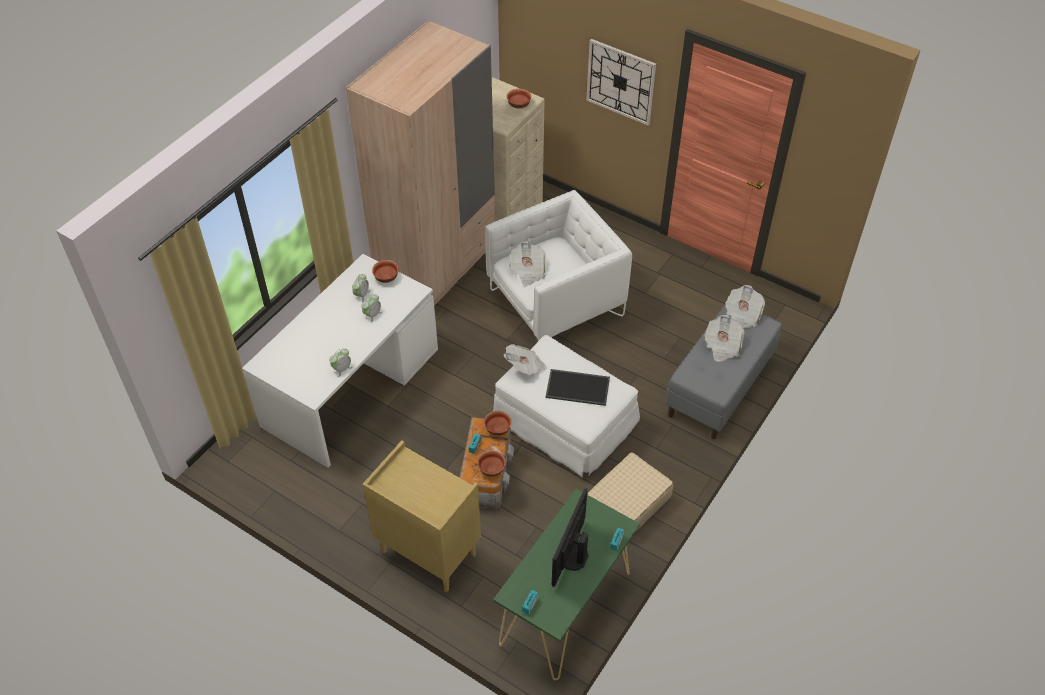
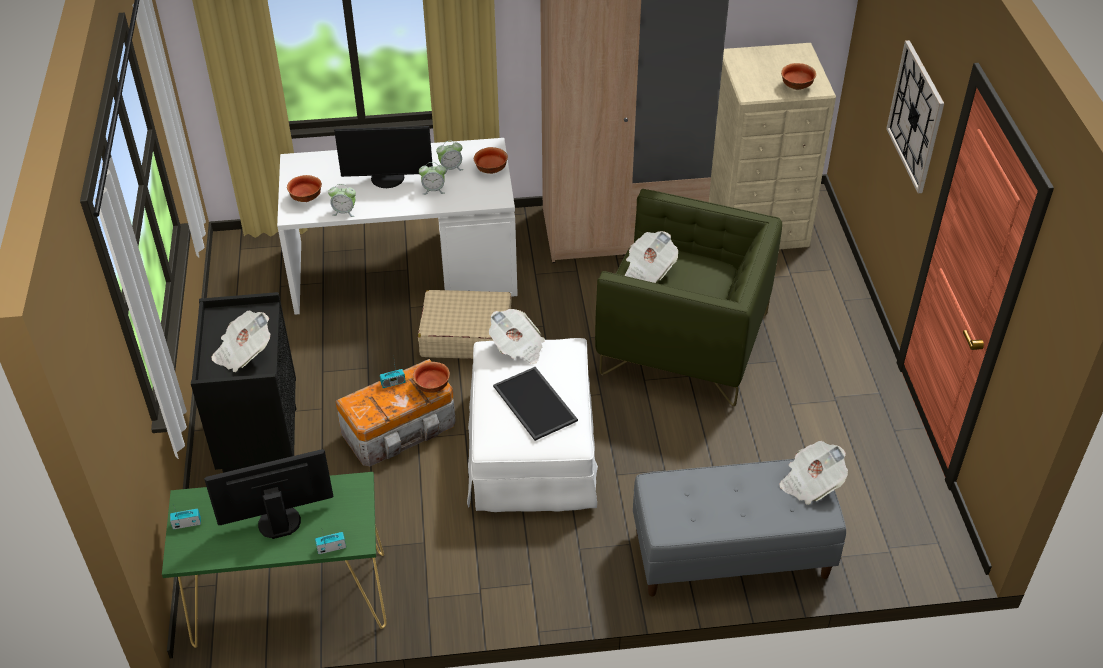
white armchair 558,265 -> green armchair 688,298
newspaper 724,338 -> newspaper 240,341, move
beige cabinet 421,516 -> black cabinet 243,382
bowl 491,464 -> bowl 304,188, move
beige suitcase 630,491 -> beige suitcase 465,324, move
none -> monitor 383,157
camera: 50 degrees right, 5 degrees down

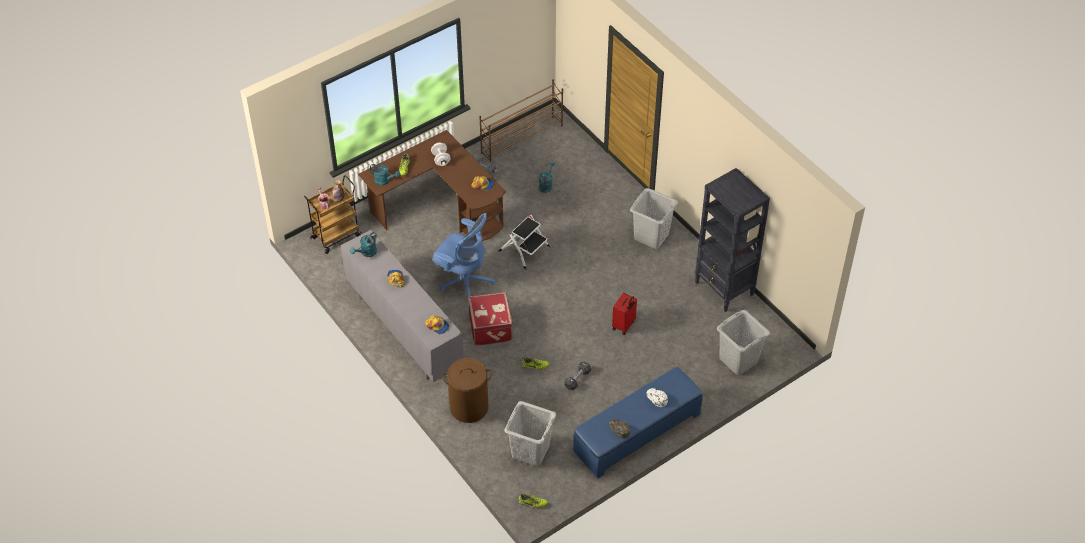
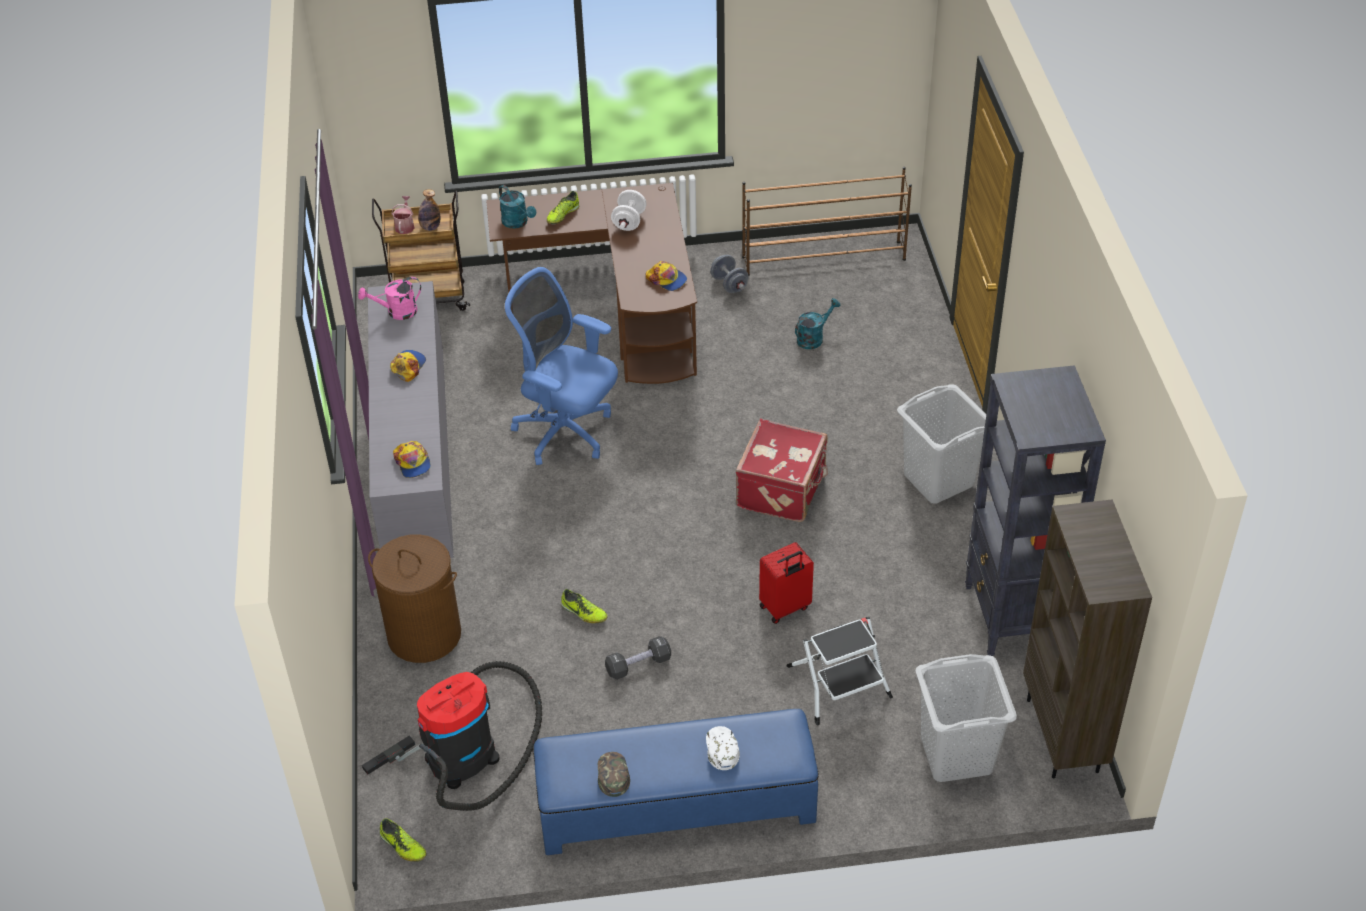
blue office chair 464,257 -> blue office chair 561,366, 150 degrees clockwise
step ladder 524,242 -> step ladder 839,671, move
turquoise watering can 363,244 -> pink watering can 389,298
red suitcase 490,319 -> red suitcase 782,470, move
grey laundry basket 530,433 -> vacuum cleaner 452,736
none -> brown bookcase 1087,638
camera: 30 degrees right, 5 degrees down

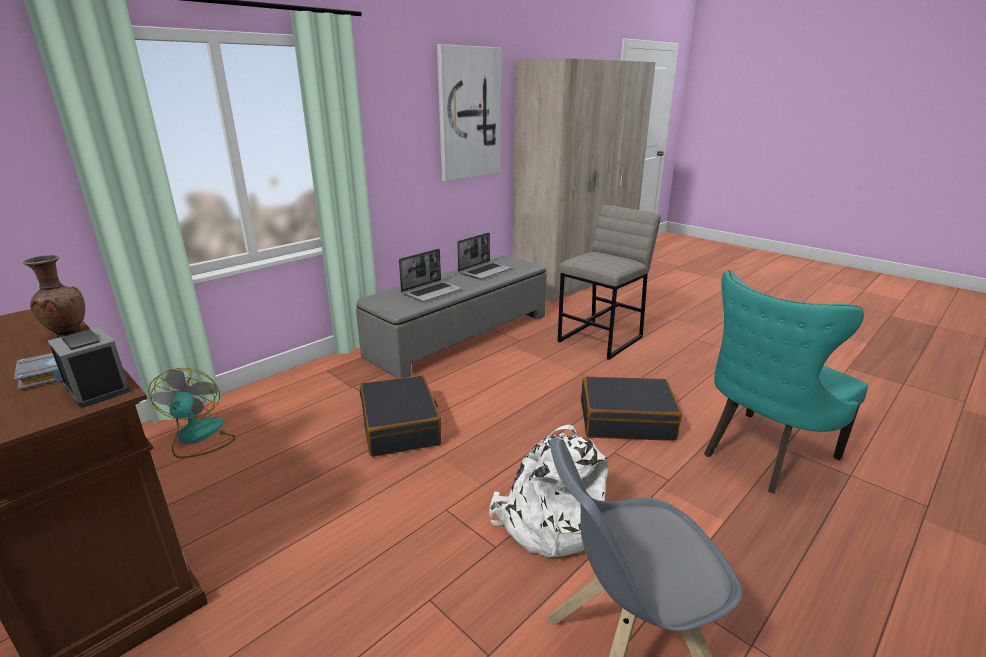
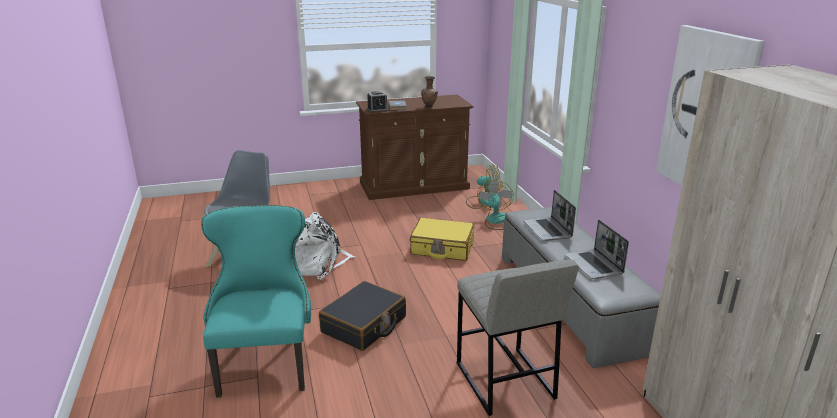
black suitcase 401,416 -> yellow suitcase 442,239
none -> fan 495,205
camera: 120 degrees right, 0 degrees up

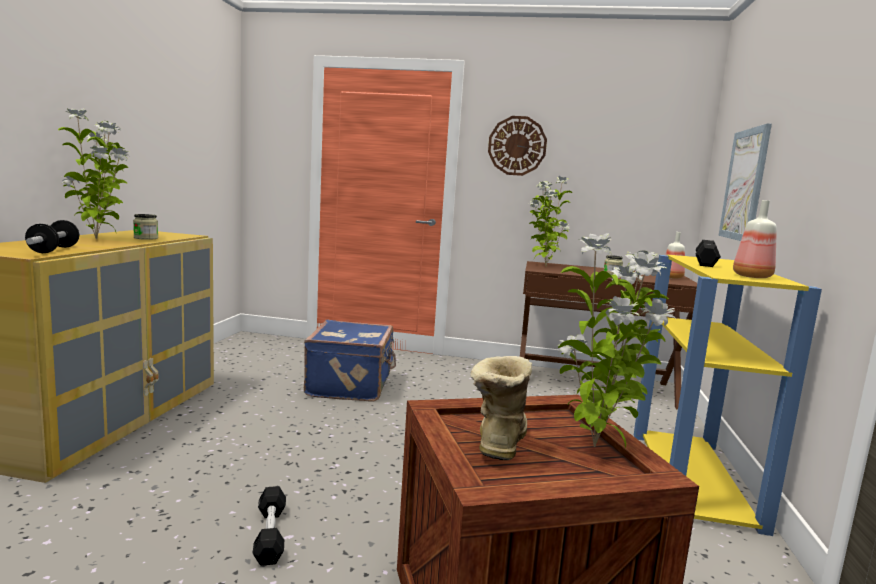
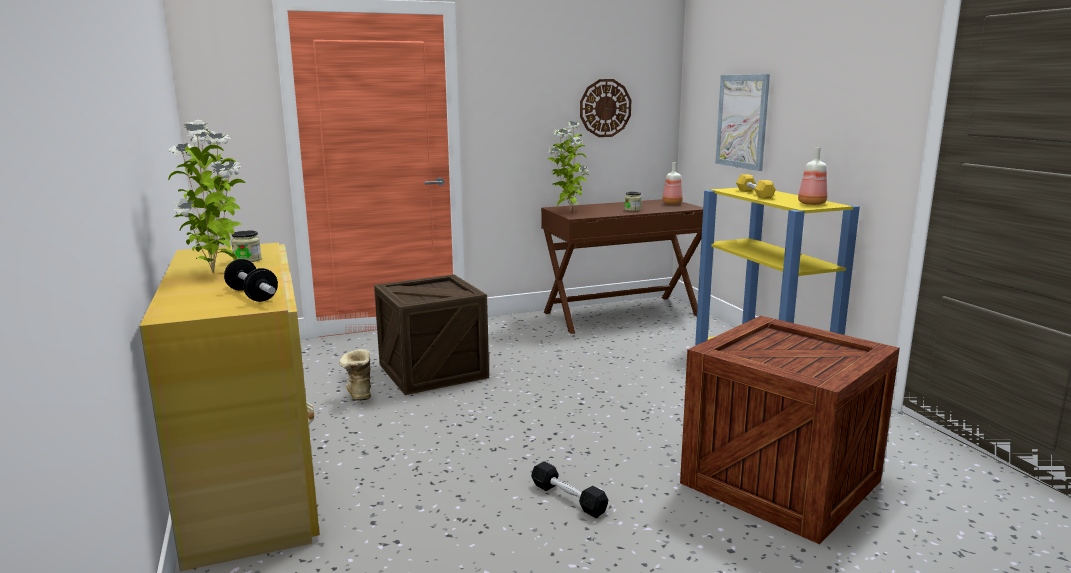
wall clock 517,146 -> wall clock 605,108, move
potted plant 617,340 -> none
black dumbbell 708,253 -> yellow dumbbell 756,186
blue suitcase 350,361 -> crate 431,334
boot 501,408 -> boot 355,374, move
camera: 30 degrees left, 5 degrees up

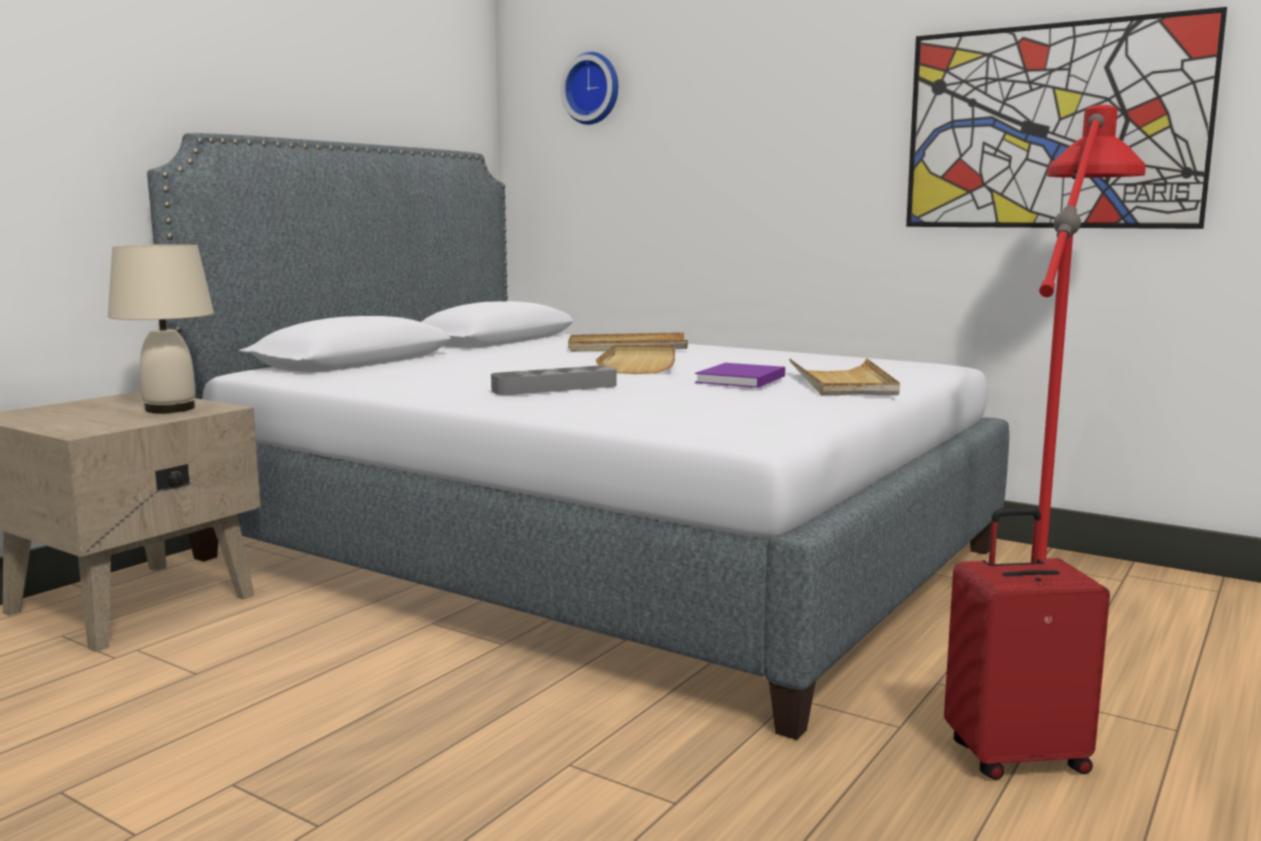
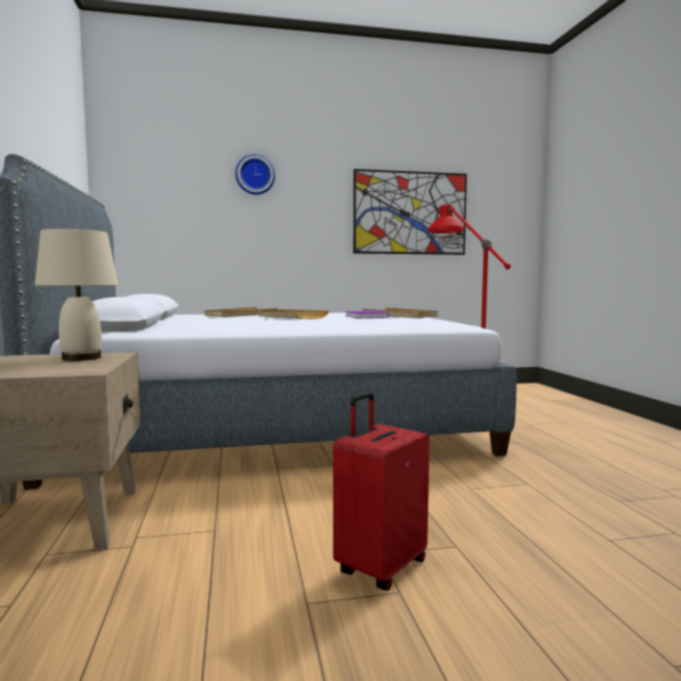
wall clock 589,88 -> wall clock 255,174, move
grey tray 554,380 -> none
red suitcase 1027,643 -> red suitcase 381,491, move
camera: 45 degrees left, 5 degrees down

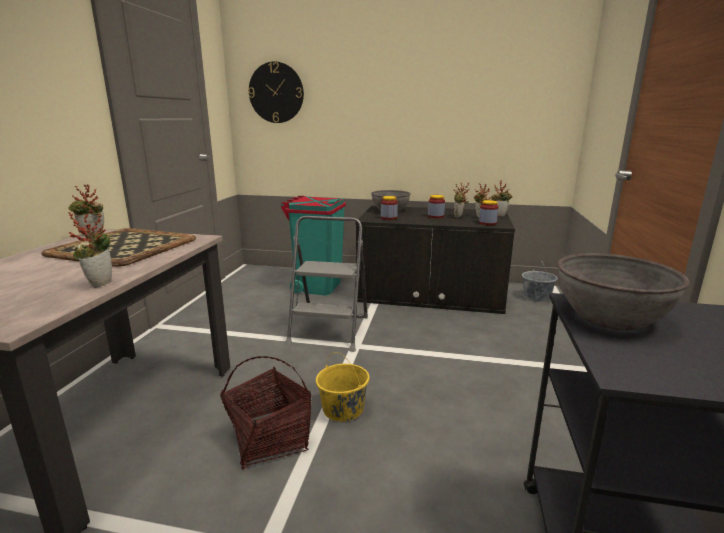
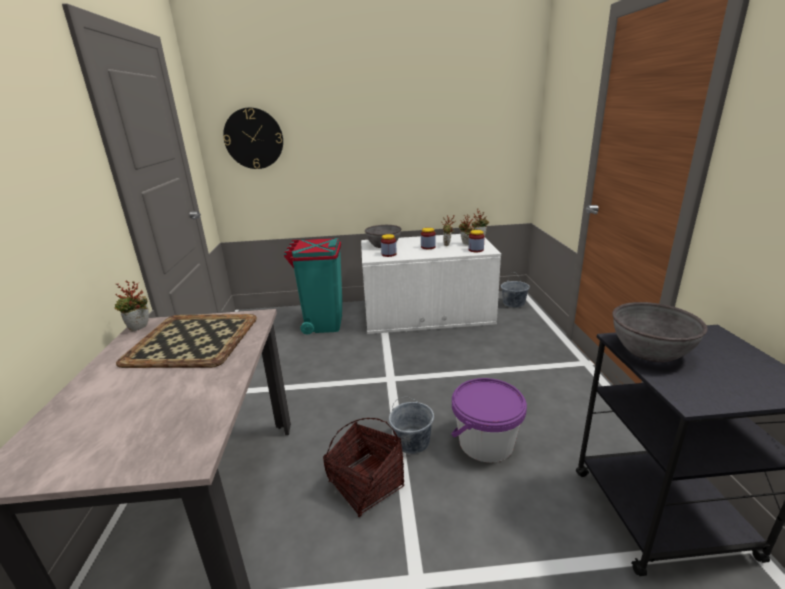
black cabinet 435,260 -> white cabinet 431,284
potted plant 90,250 -> none
grey step ladder 326,284 -> none
yellow bucket 342,387 -> grey bucket 411,425
none -> purple bucket 489,420
camera: 15 degrees left, 5 degrees up

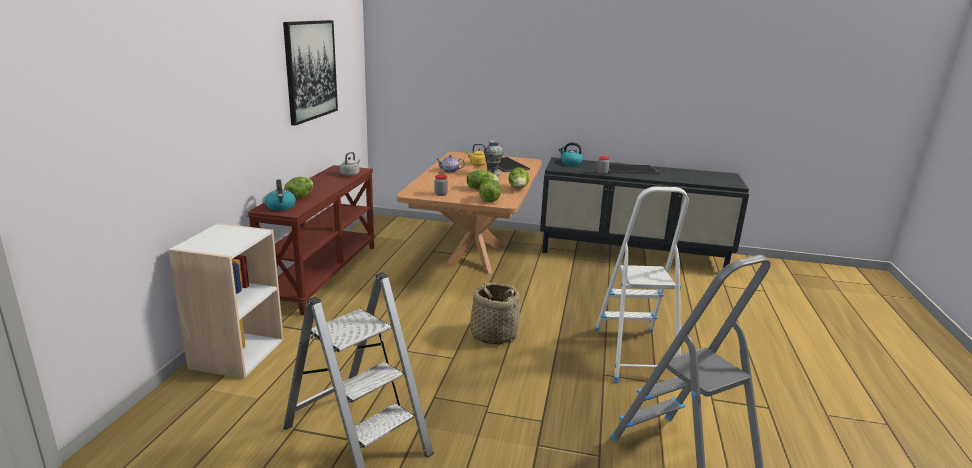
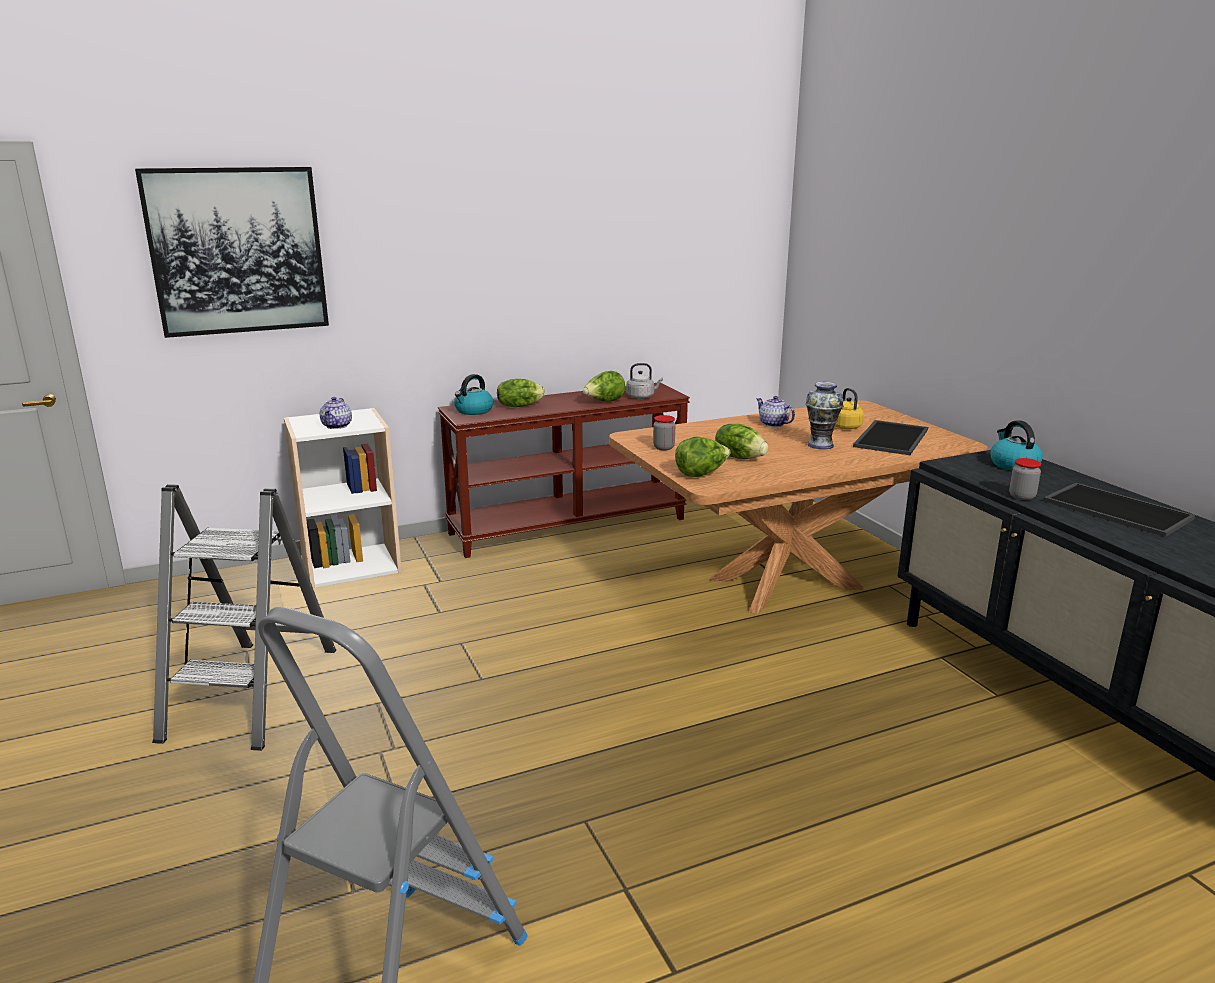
picture 310,73 -> picture 232,252, move
lettuce 518,178 -> lettuce 604,386, move
white step ladder 642,284 -> none
basket 495,313 -> none
none -> teapot 336,413
camera: 55 degrees right, 0 degrees up

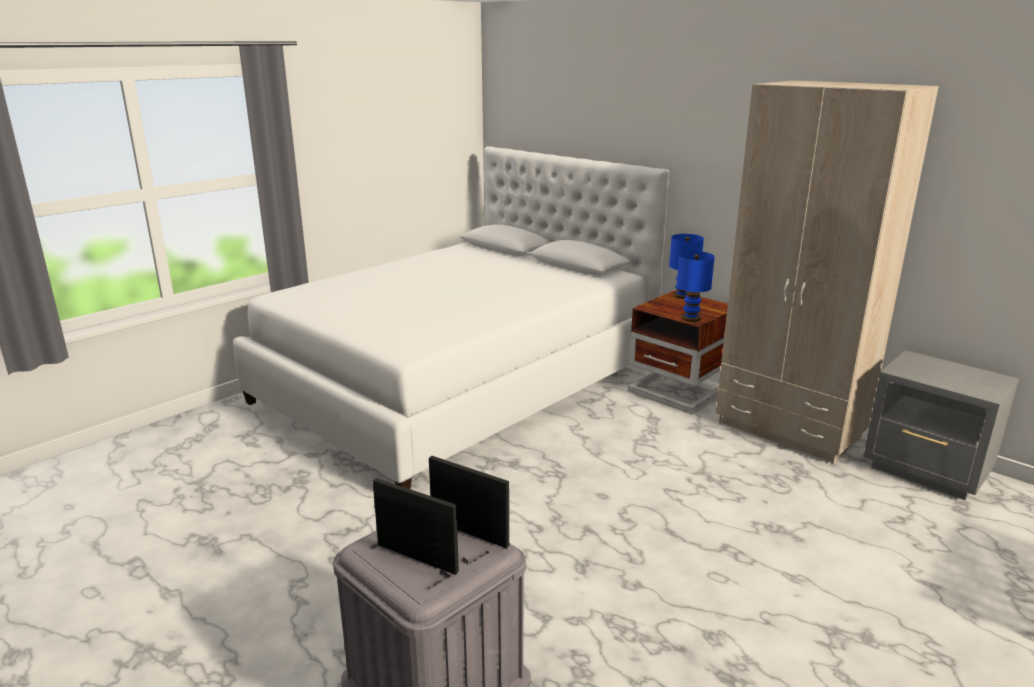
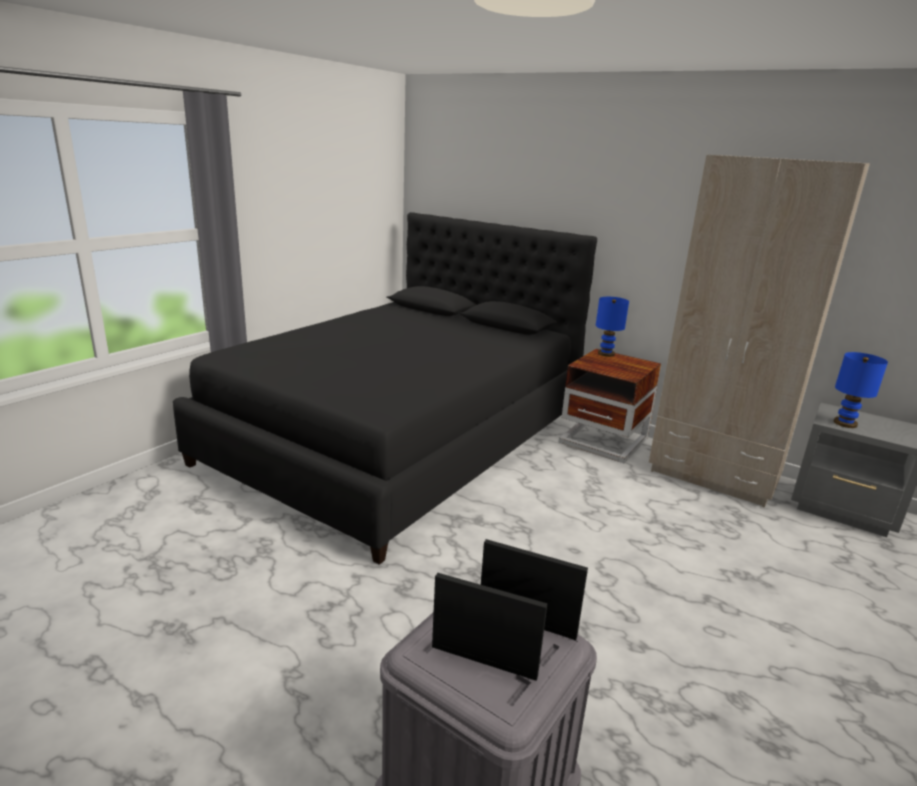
white bed 451,317 -> black bed 385,388
blue table lamp 696,286 -> blue table lamp 861,390, move
camera: 10 degrees left, 0 degrees up

